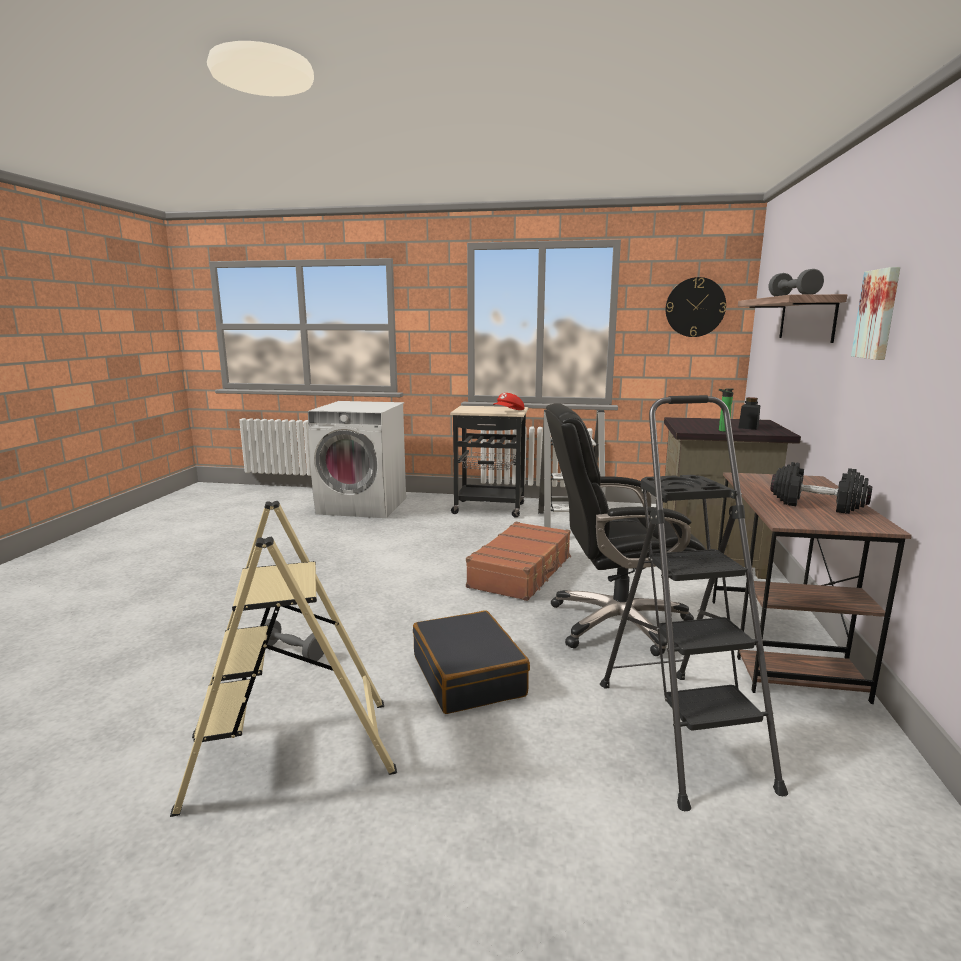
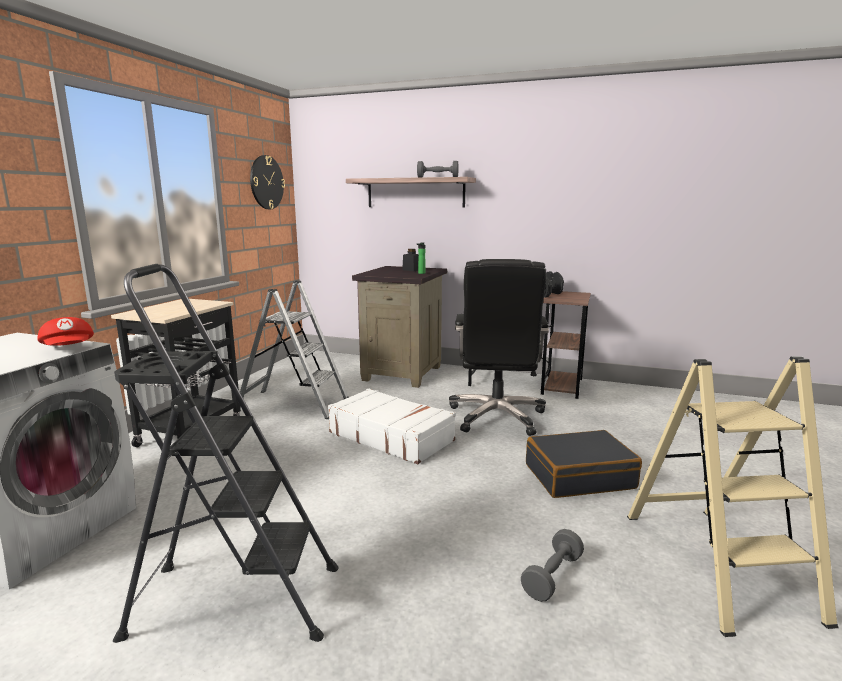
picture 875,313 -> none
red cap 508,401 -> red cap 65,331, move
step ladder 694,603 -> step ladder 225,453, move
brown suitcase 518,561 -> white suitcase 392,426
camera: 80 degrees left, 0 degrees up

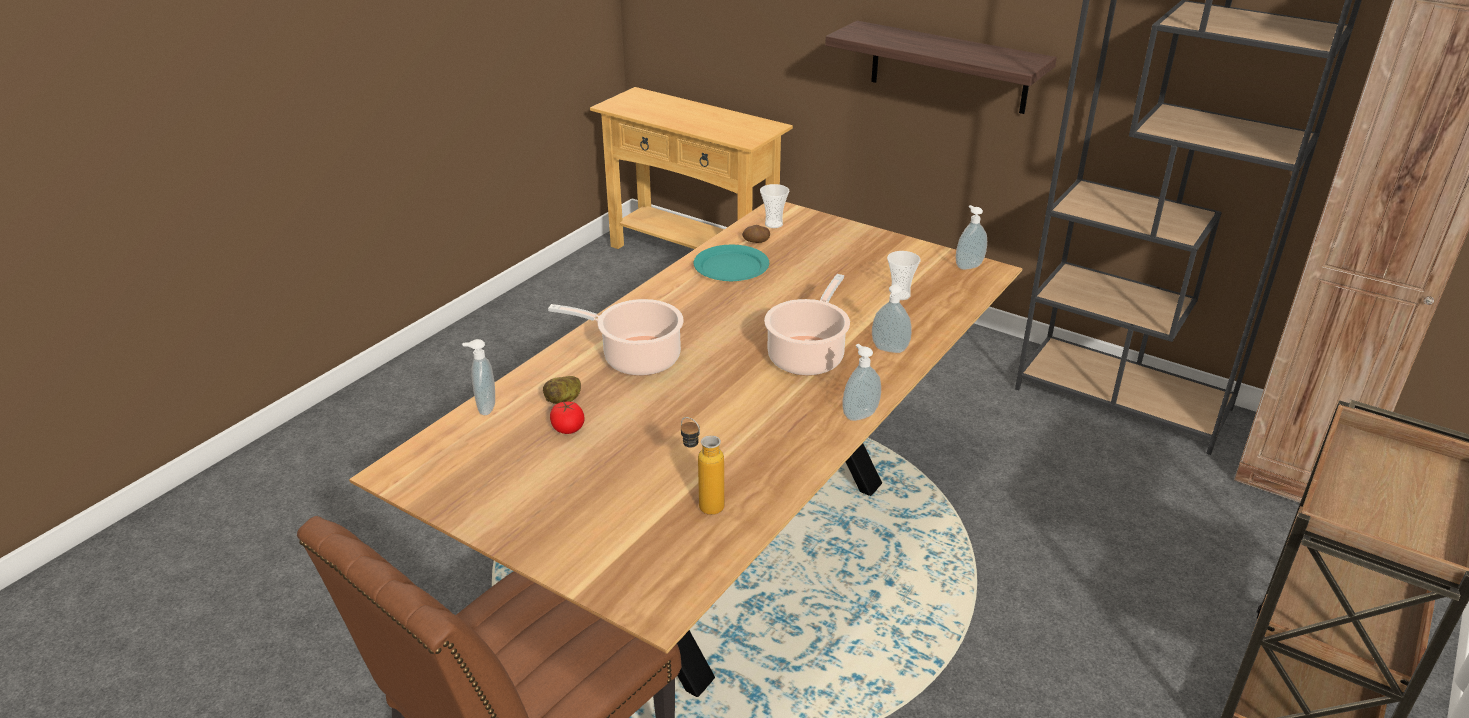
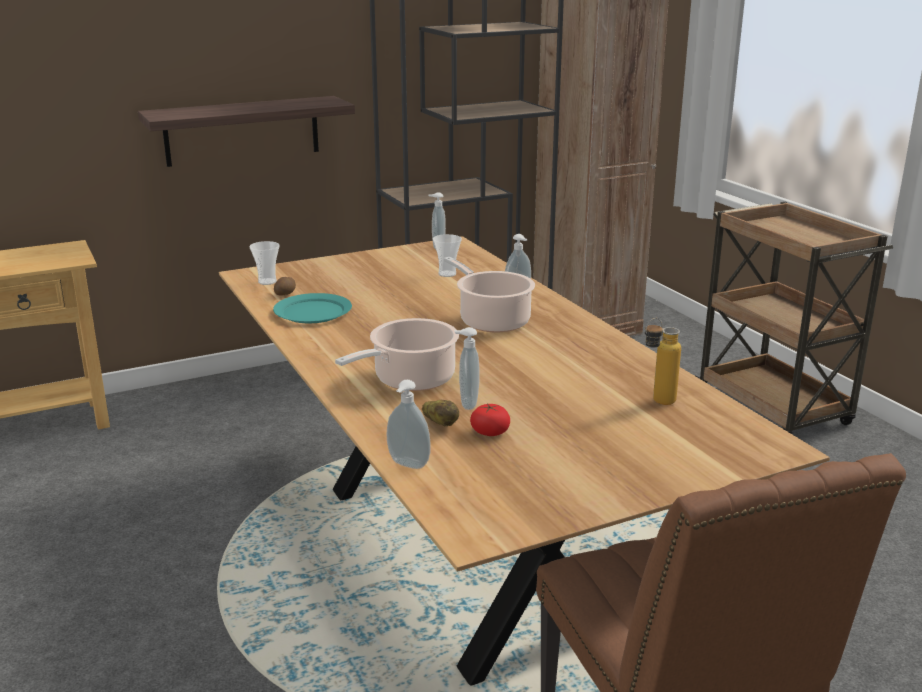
soap dispenser 861,382 -> soap dispenser 467,368, move
camera: 60 degrees left, 10 degrees down

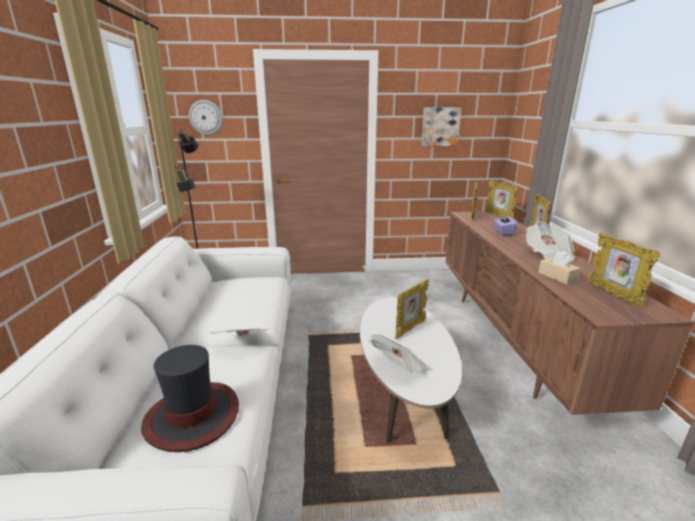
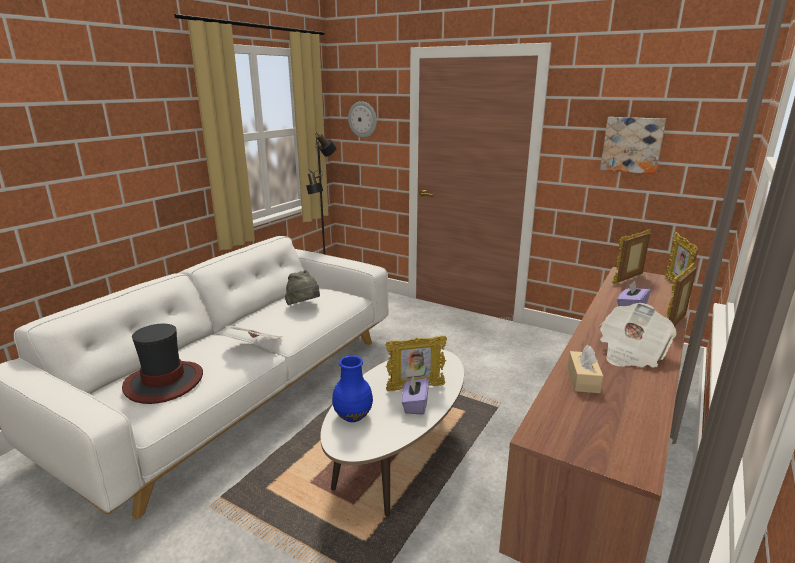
picture frame 623,270 -> none
newspaper 400,353 -> blue vase 352,389
none -> grey hat 302,287
none -> purple tissue box 415,395
camera: 35 degrees right, 0 degrees up

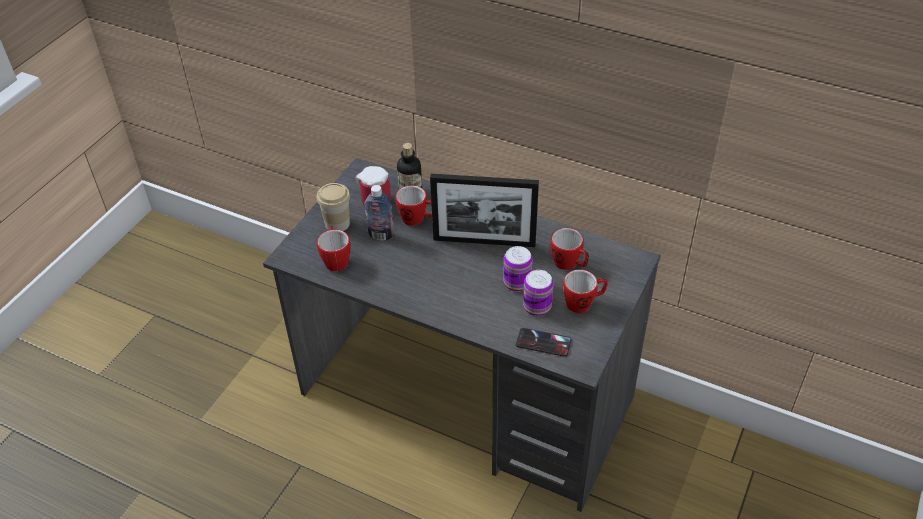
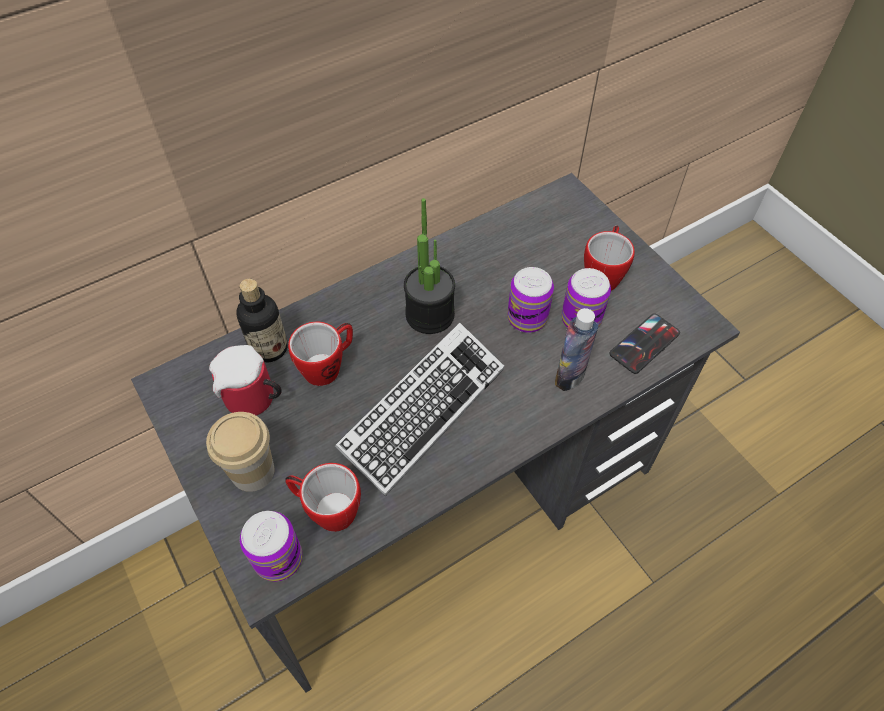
picture frame 484,210 -> potted plant 429,266
bottle 379,213 -> bottle 576,349, move
mug 569,249 -> none
none -> keyboard 419,409
none -> can 271,546
camera: 60 degrees left, 10 degrees up

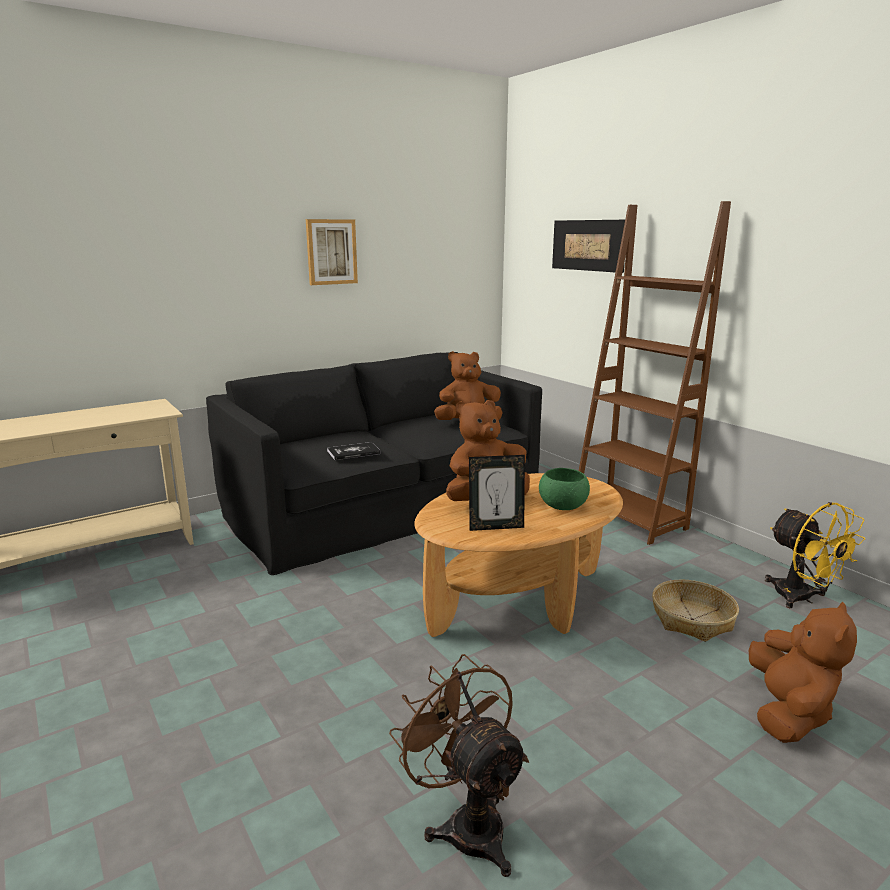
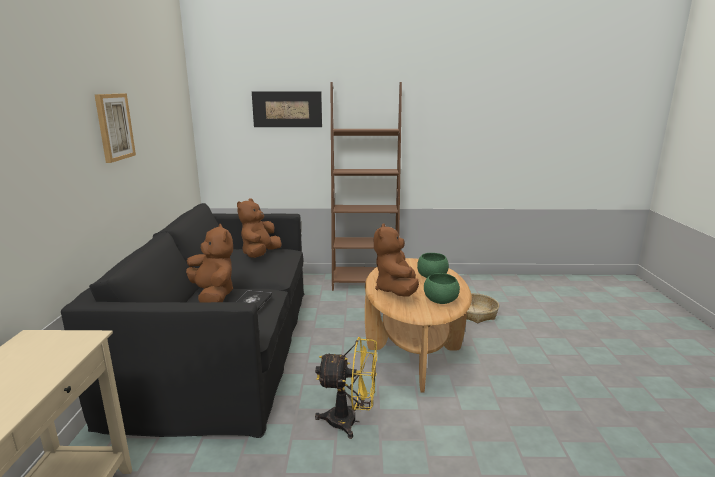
picture frame 497,493 -> green bowl 442,288
yellow fan 815,555 -> yellow fan 346,388, move
brown plush toy 803,672 -> brown plush toy 209,263, move
brown fan 459,765 -> none
camera: 55 degrees left, 0 degrees up

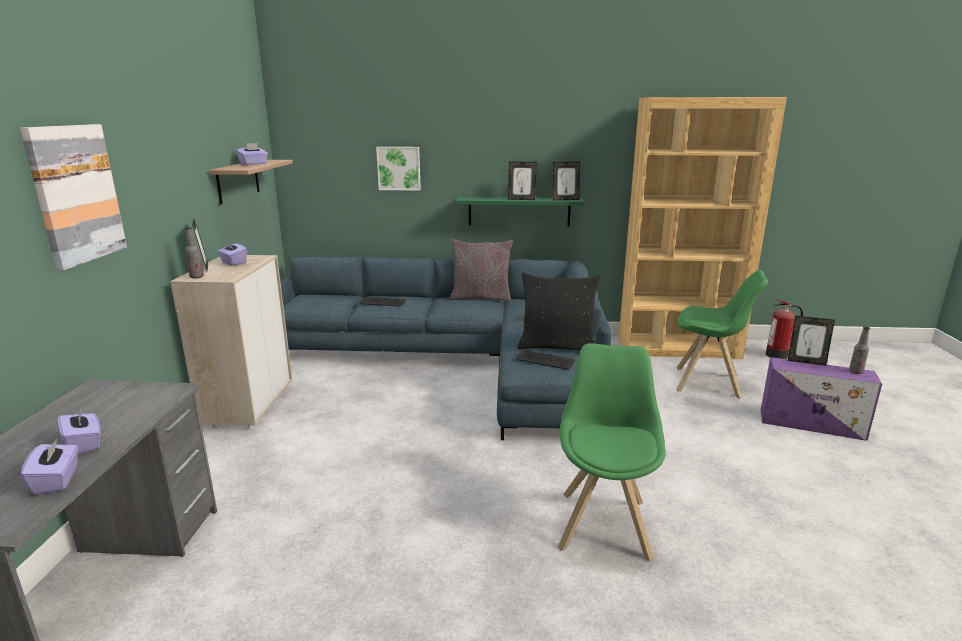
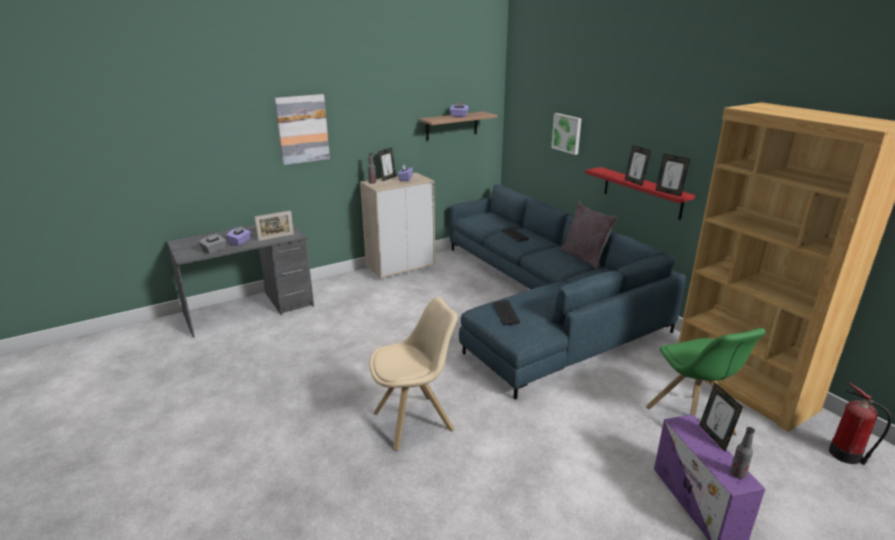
green shelf 520,211 -> red shelf 640,193
black pillow 558,311 -> none
green chair 612,452 -> beige chair 413,374
purple tissue box 49,466 -> grey tissue box 212,244
none -> picture frame 274,225
camera: 55 degrees right, 5 degrees up

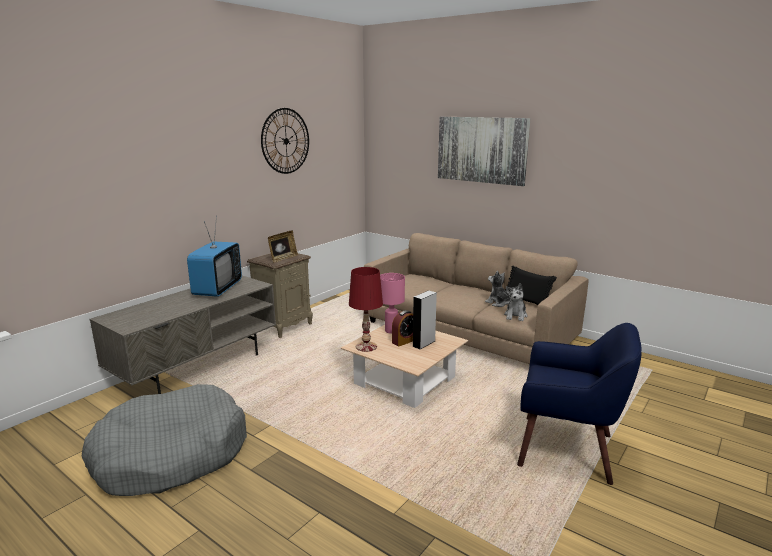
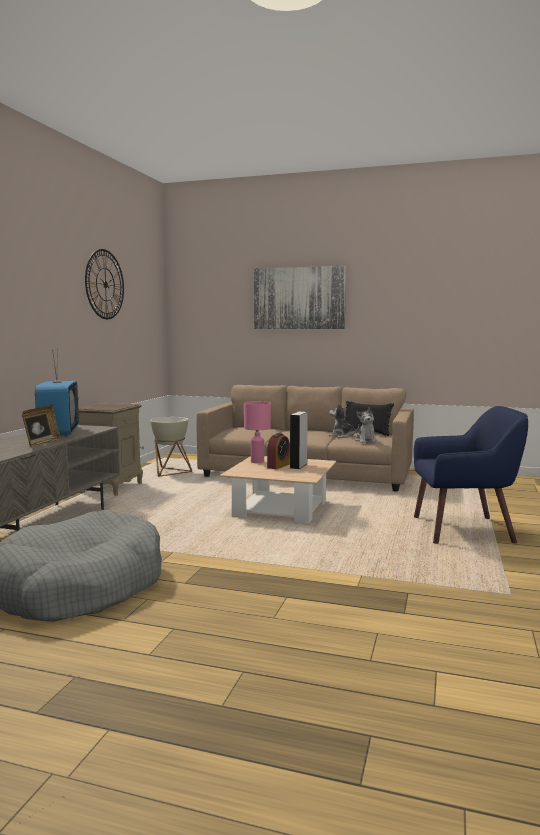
picture frame 283,246 -> picture frame 42,426, move
red table lamp 366,309 -> none
none -> planter 171,446
camera: 20 degrees left, 10 degrees down

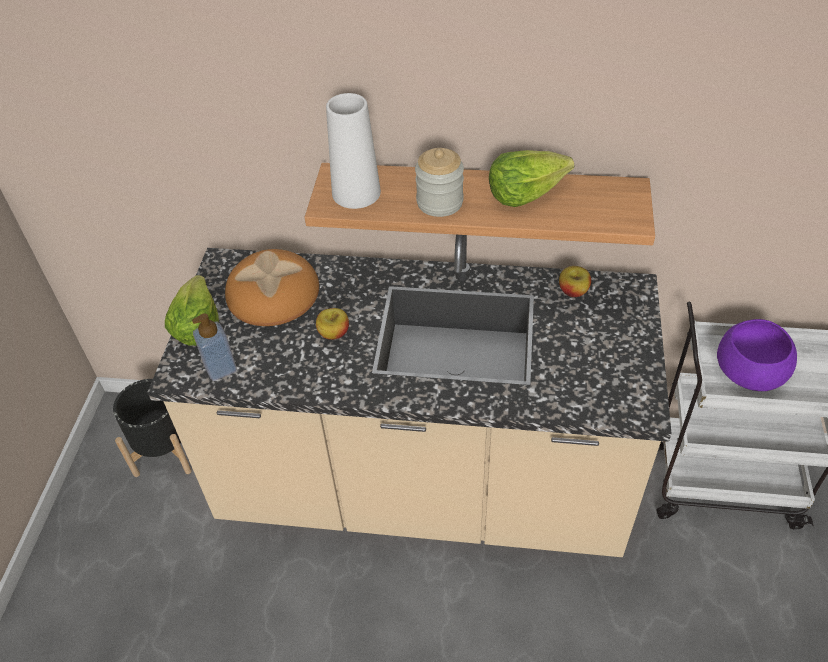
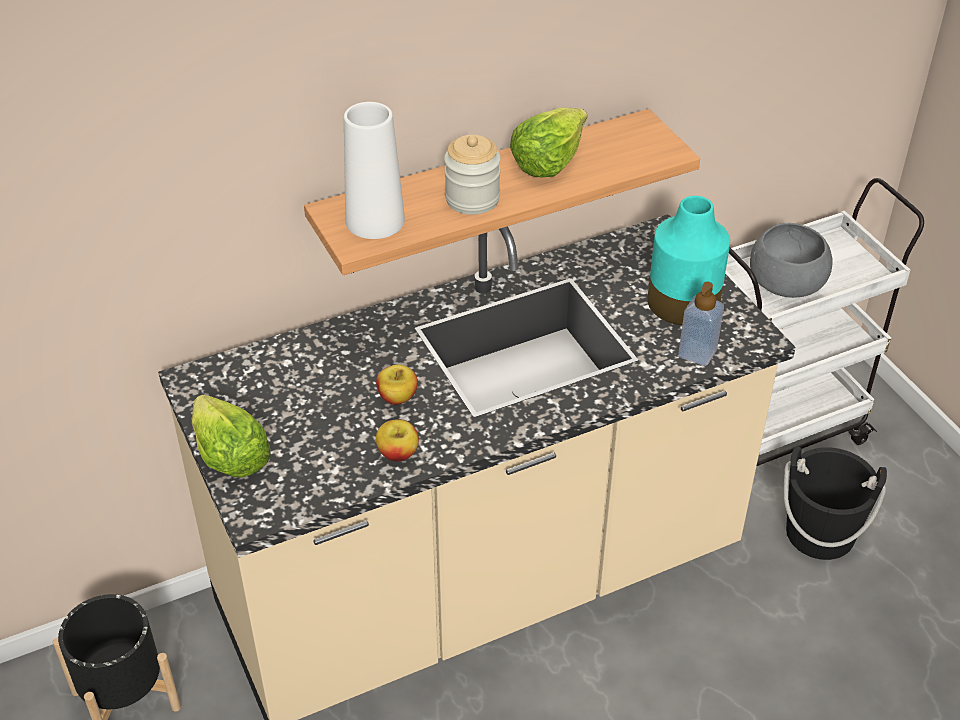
bread 272,287 -> none
apple 575,281 -> apple 397,440, move
soap dispenser 214,347 -> soap dispenser 701,324, move
purple bowl 757,355 -> grey bowl 791,260
none -> turquoise vase 688,260
none -> black bucket 835,503
camera: 35 degrees left, 5 degrees down

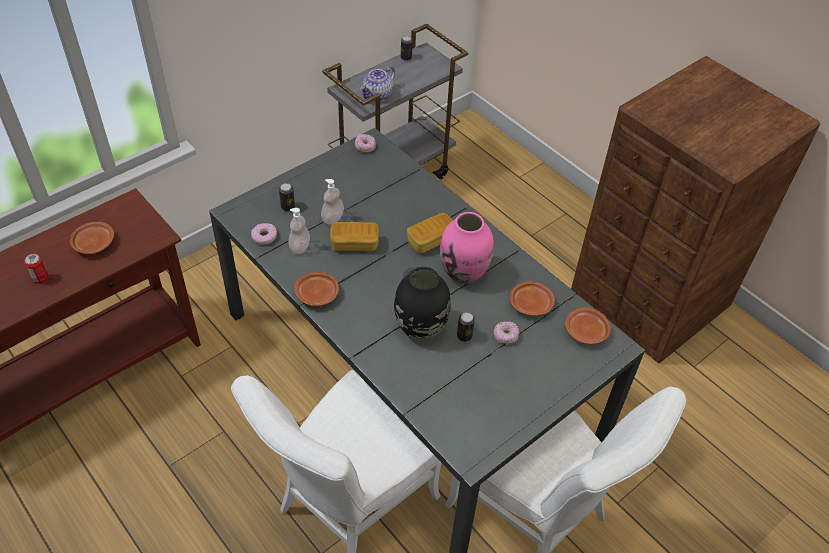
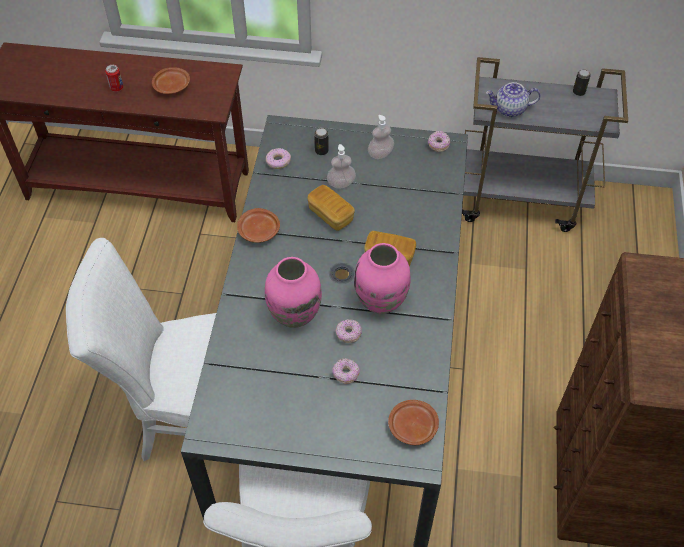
soap dispenser 299,231 -> soap dispenser 381,137, move
black vase 422,303 -> pink vase 293,292
brown plate 532,298 -> none
can 466,327 -> none
none -> donut 349,331
camera: 50 degrees right, 5 degrees up

